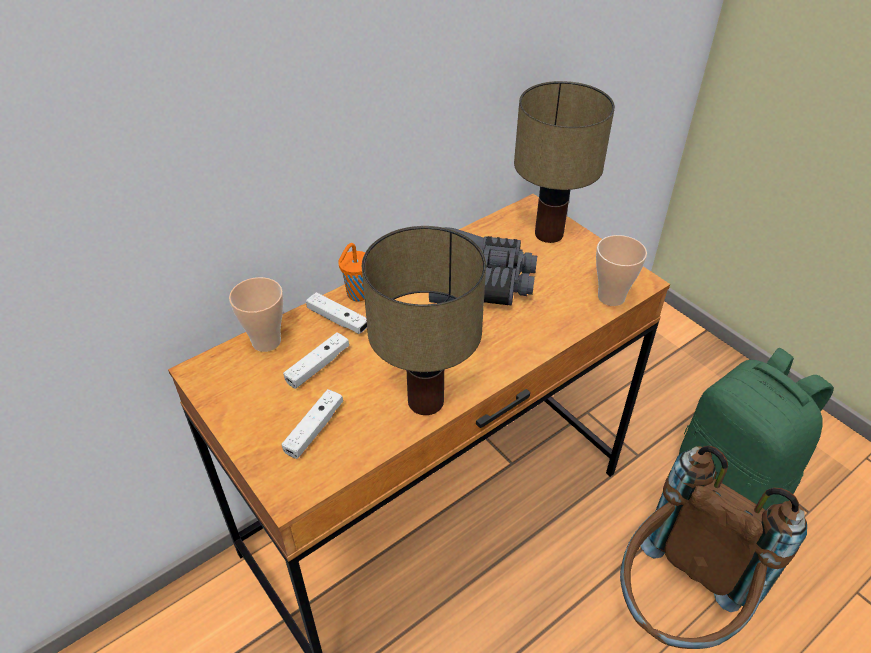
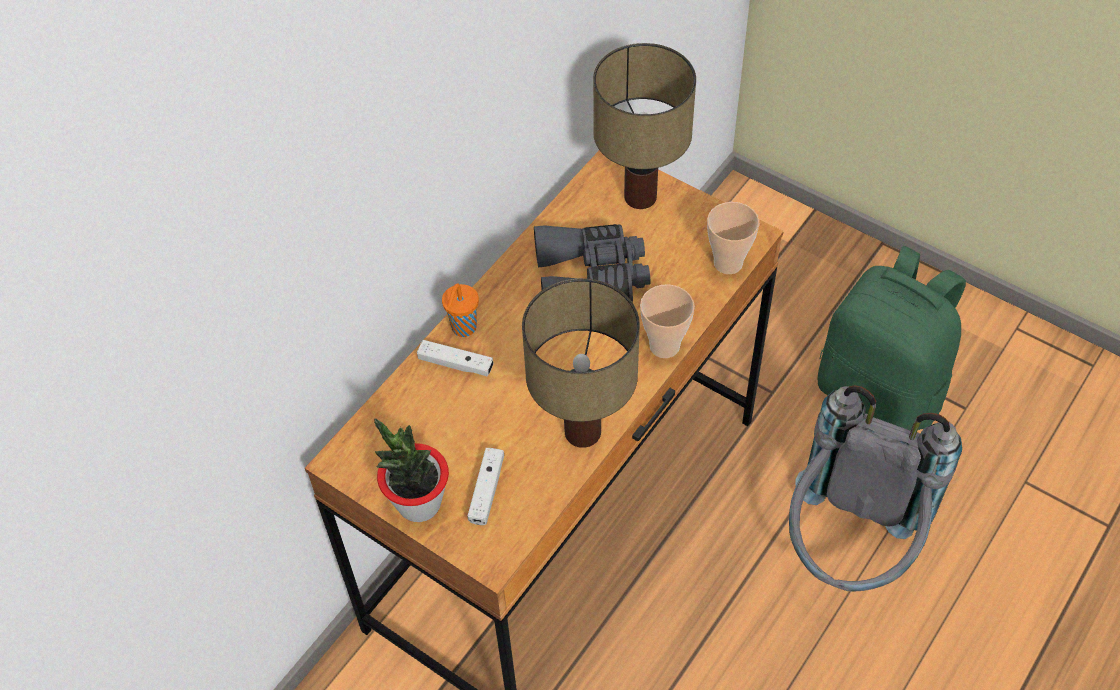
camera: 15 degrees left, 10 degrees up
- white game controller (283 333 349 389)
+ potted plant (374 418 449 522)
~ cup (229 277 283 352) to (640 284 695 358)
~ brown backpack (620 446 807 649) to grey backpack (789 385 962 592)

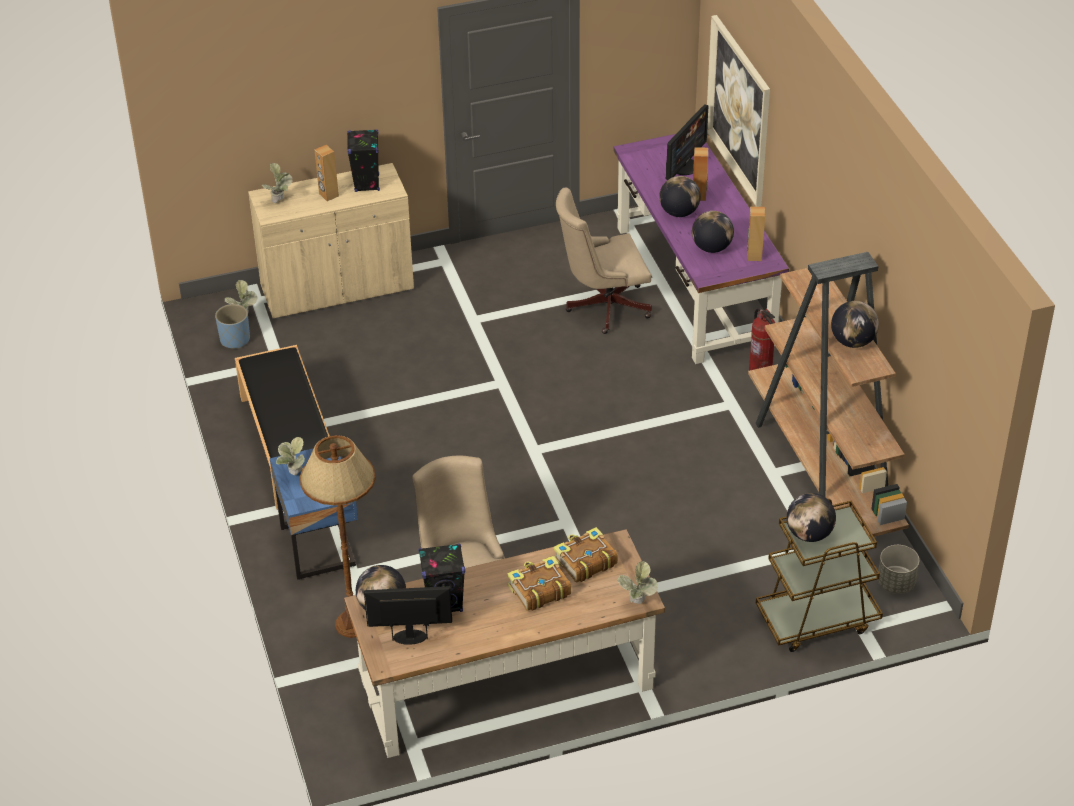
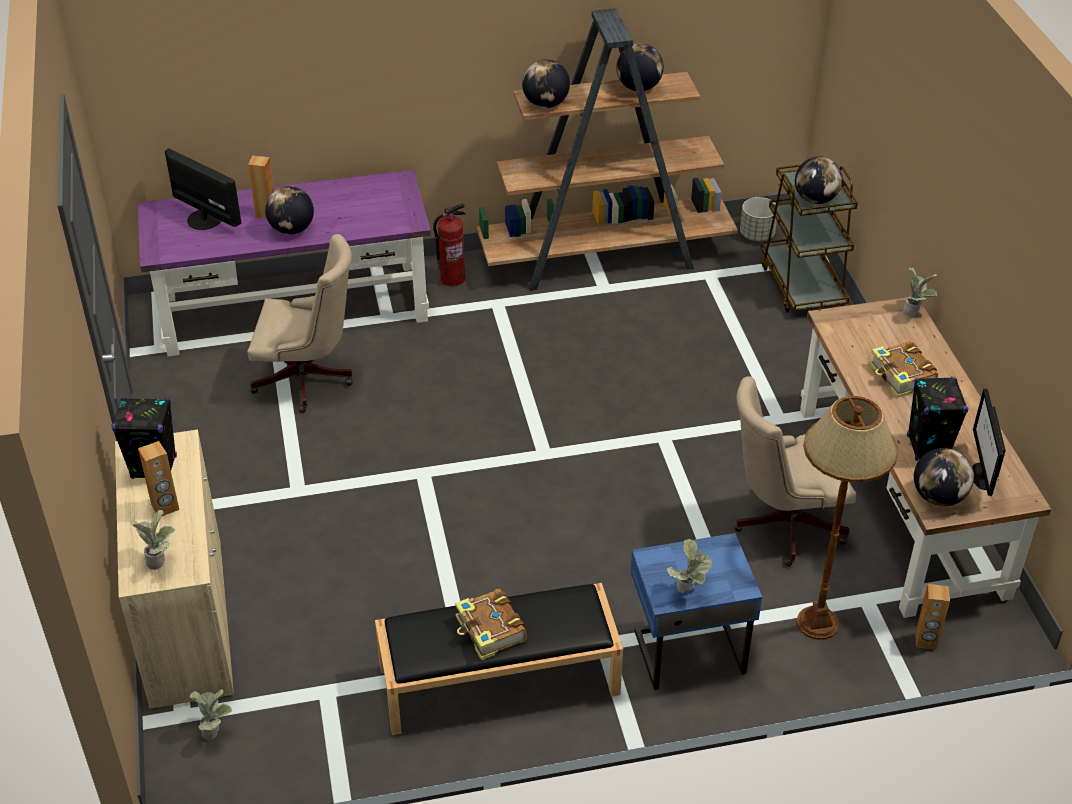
camera: 85 degrees left, 0 degrees up
- blue planter (215 304 250 349)
- picture (707 15 770 207)
~ book (553 527 618 583) to (455 589 526 660)
~ globe (692 211 734 253) to (522 59 570 108)
~ brown speaker (747 207 765 261) to (915 584 950 650)
~ beige office chair (556 188 652 334) = (247 234 353 413) 75 degrees counterclockwise

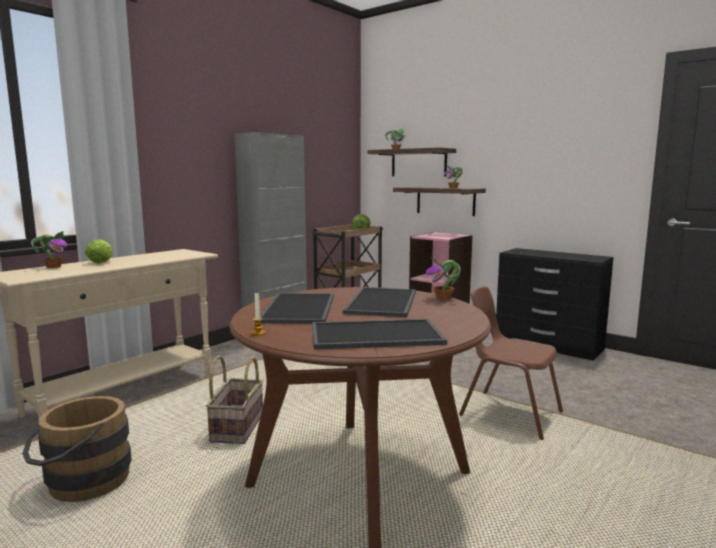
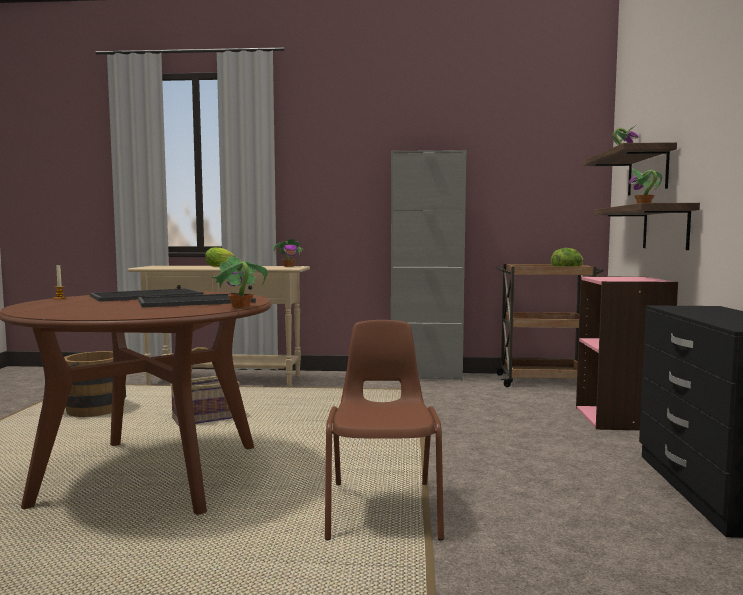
camera: 55 degrees right, 5 degrees down
- tray (312 319 447 350)
~ potted plant (31 231 68 268) to (273 239 304 267)

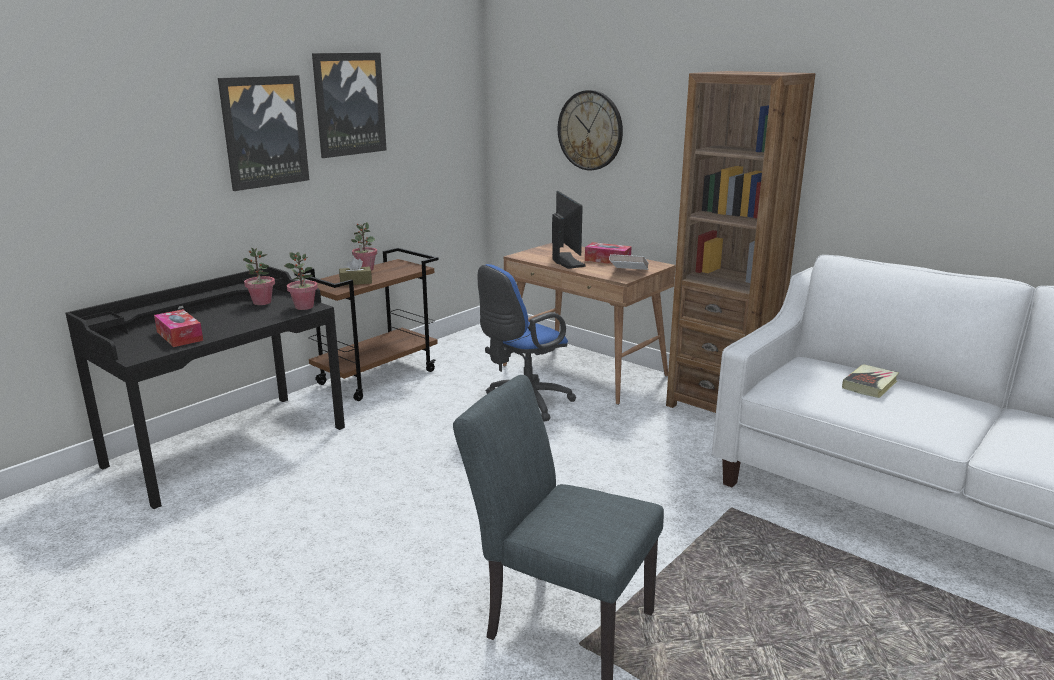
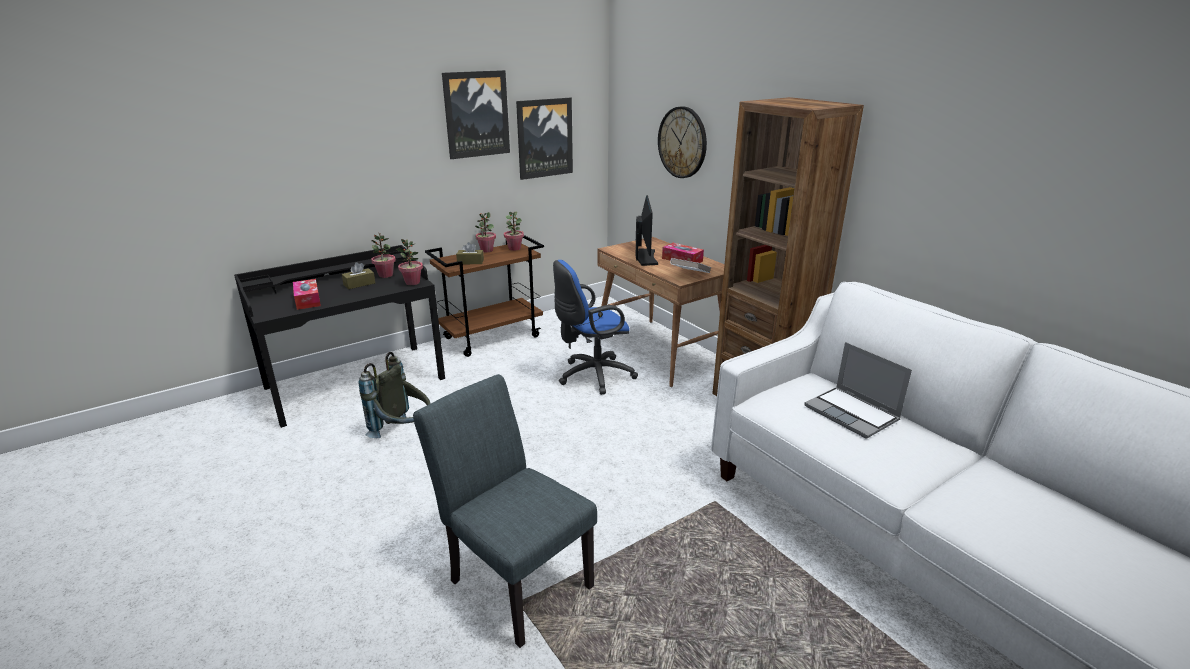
camera: 15 degrees right, 5 degrees up
+ brown tissue box (342 262 375 289)
+ grey backpack (358 352 431 438)
+ potted plant (504 211 524 251)
~ picture (218 75 309 191) to (516 98 573 180)
~ book (842 364 899 398) to laptop (804 342 912 438)

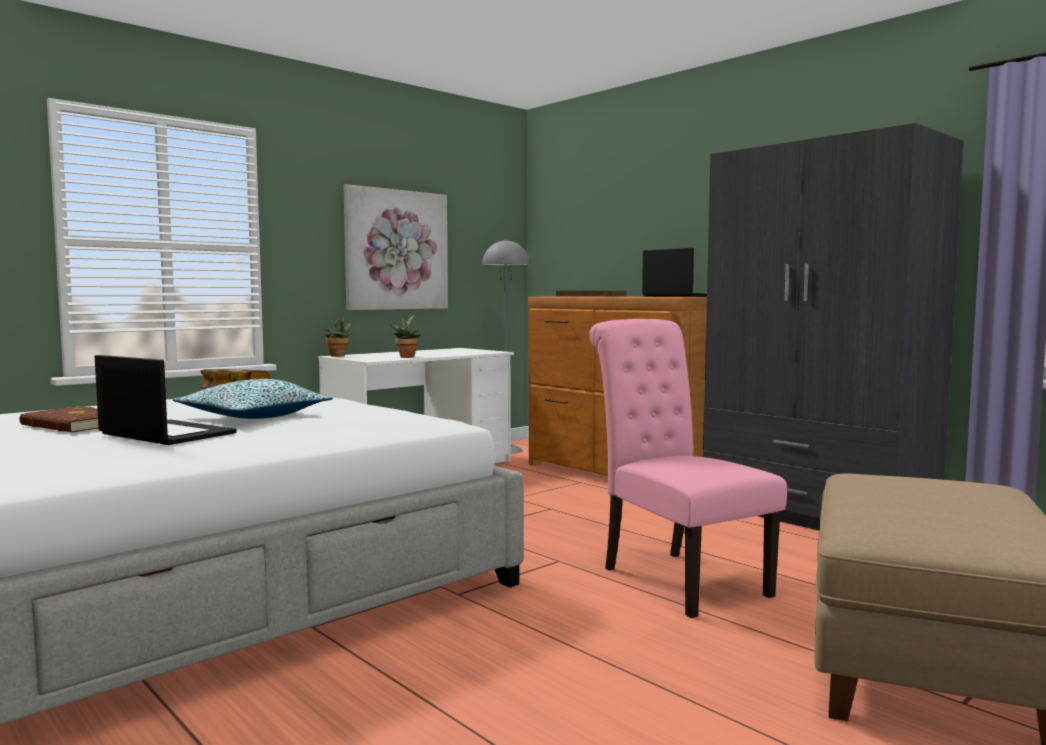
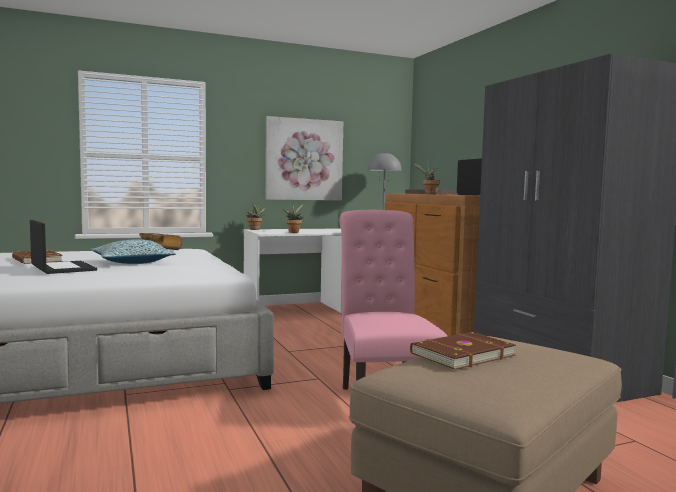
camera: 20 degrees right, 0 degrees up
+ brown book (410 332 516 370)
+ potted plant (413 162 440 194)

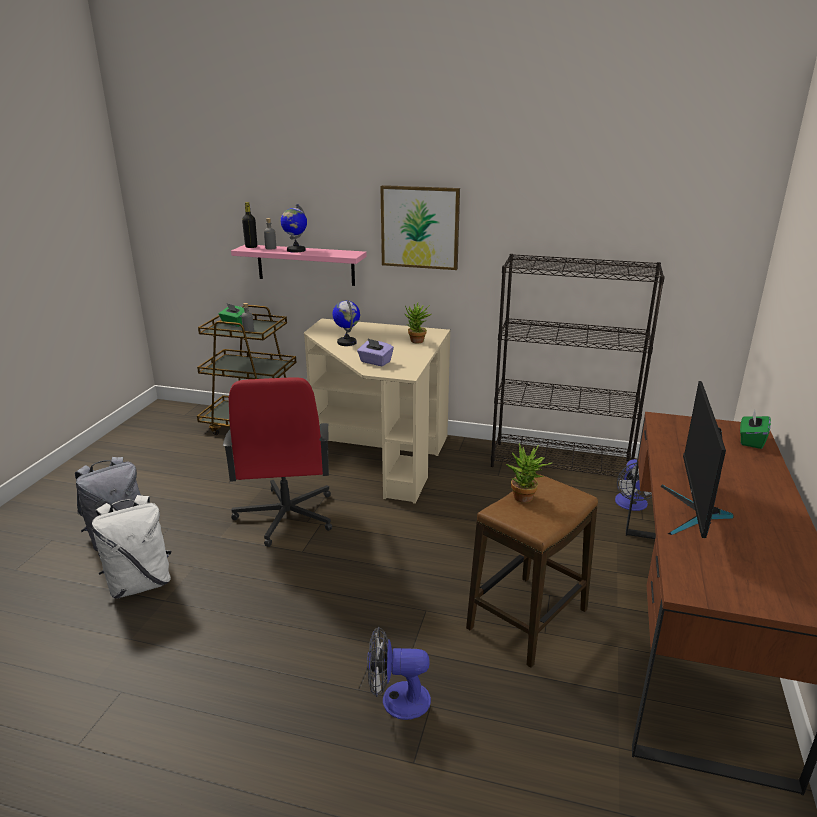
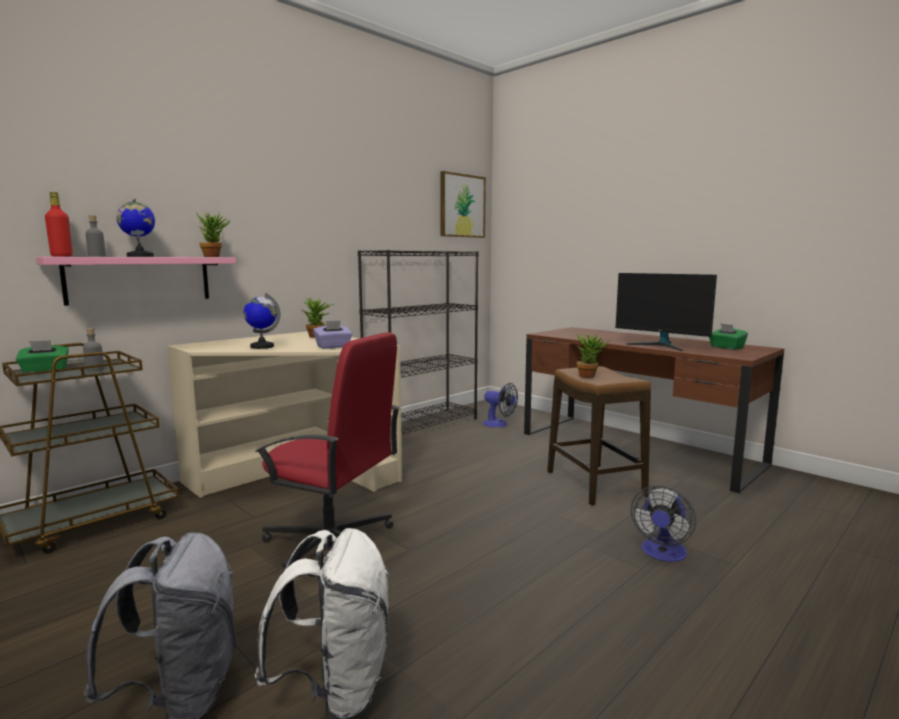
camera: 60 degrees left, 15 degrees down
+ potted plant (196 212 231 257)
~ picture (380 185 460 270) to (440 171 486 238)
~ green tissue box (740 410 771 449) to (709 323 748 350)
~ black bottle (242 202 257 248) to red bottle (45 192 72 257)

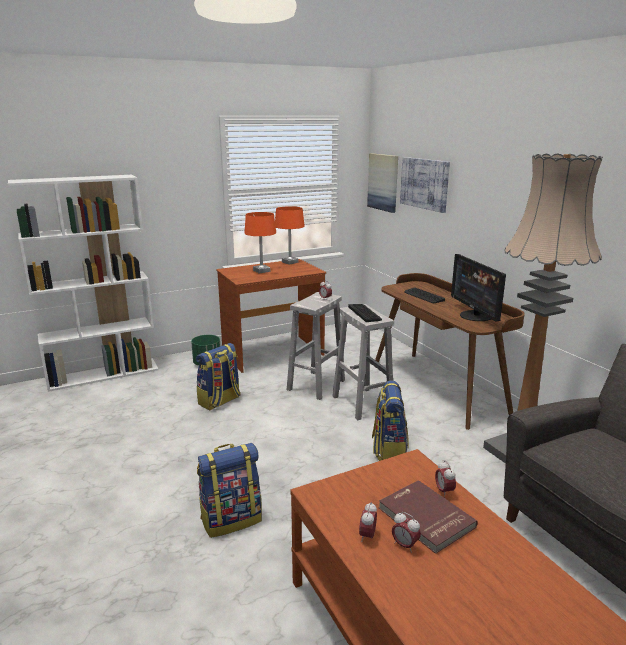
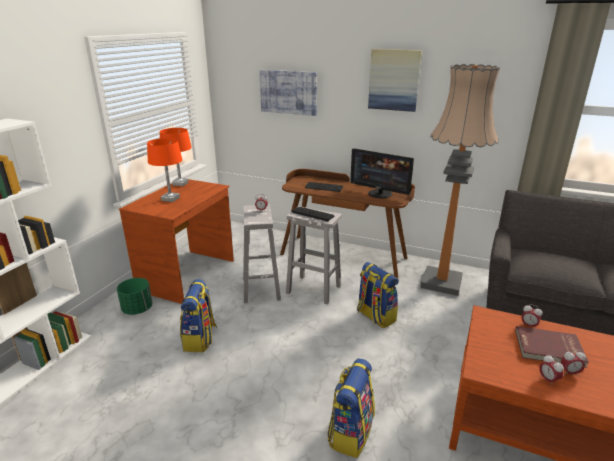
camera: 40 degrees left, 5 degrees up
~ picture (367 153 398 213) to (368 49 422 112)

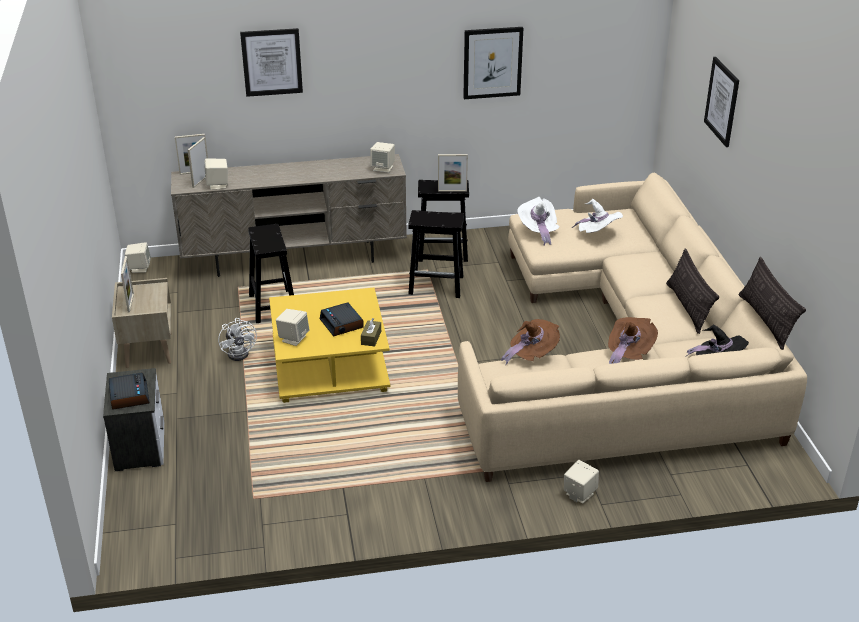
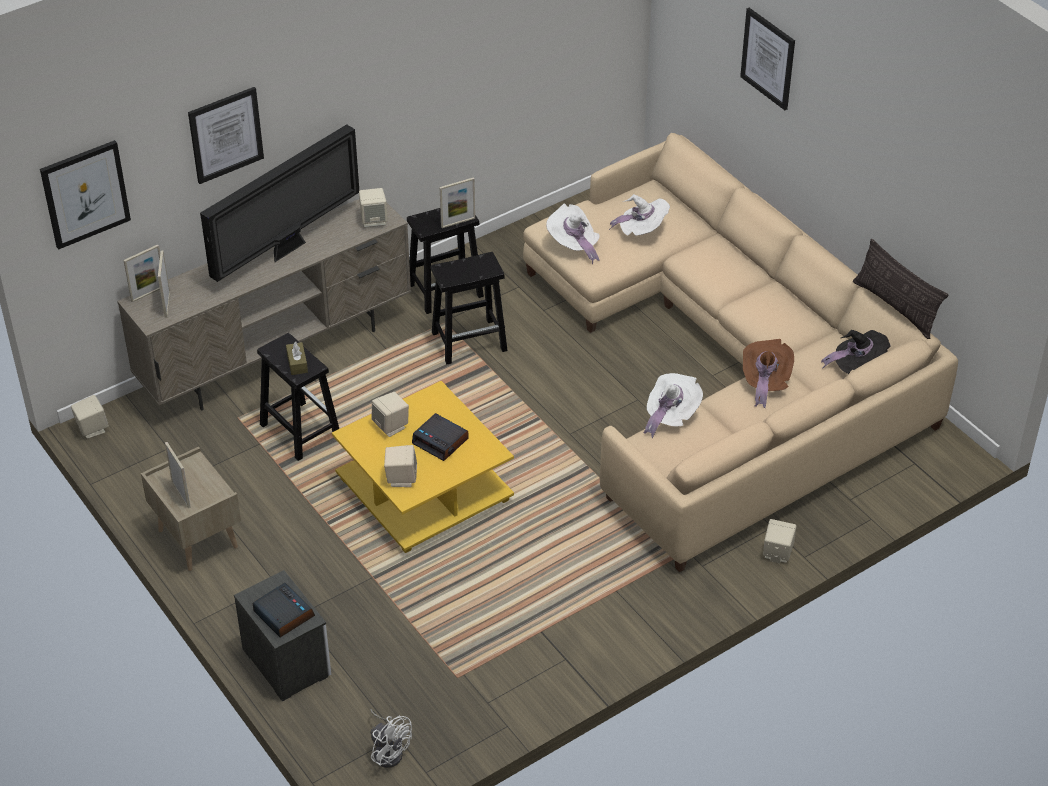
camera: 25 degrees left, 10 degrees up
- pillow (666 248 719 334)
+ television (200 124 359 282)
~ beige speaker (205 159 228 190) to (371 392 409 437)
~ white fan (218 318 257 361) to (370 709 412 768)
~ brown tissue box (361 318 381 347) to (286 342 308 375)
~ picture (463 27 523 99) to (40 140 131 249)
~ brown hat (501 319 560 365) to white hat (643 373 703 438)

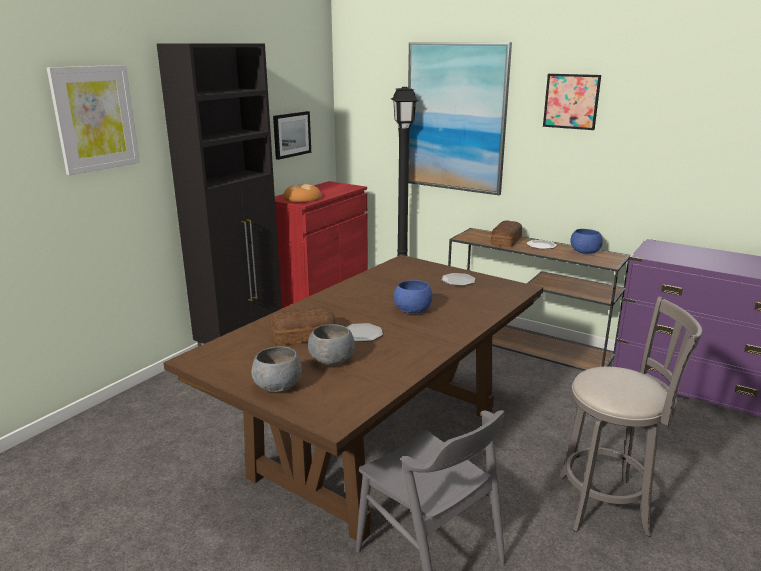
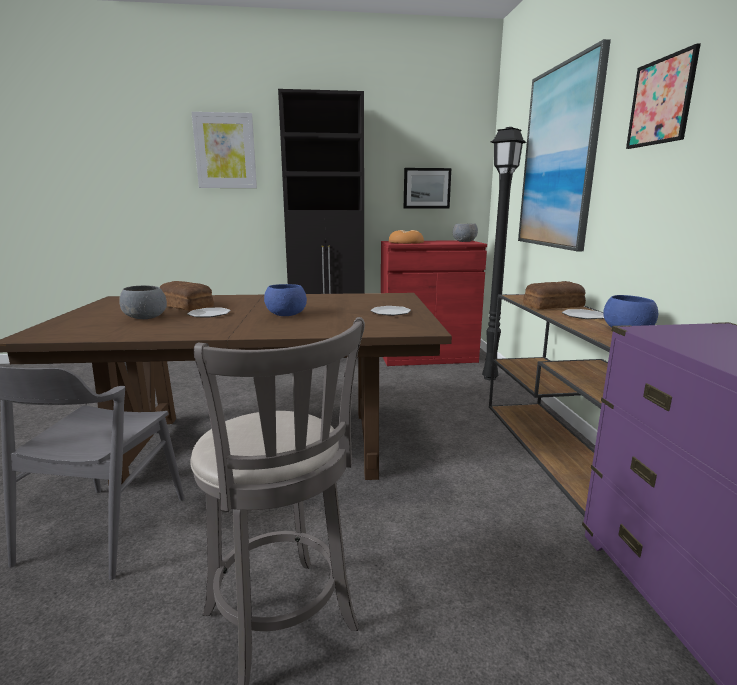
camera: 50 degrees right, 5 degrees down
~ grey bowl (251 346 302 392) to (453 224 478 242)

